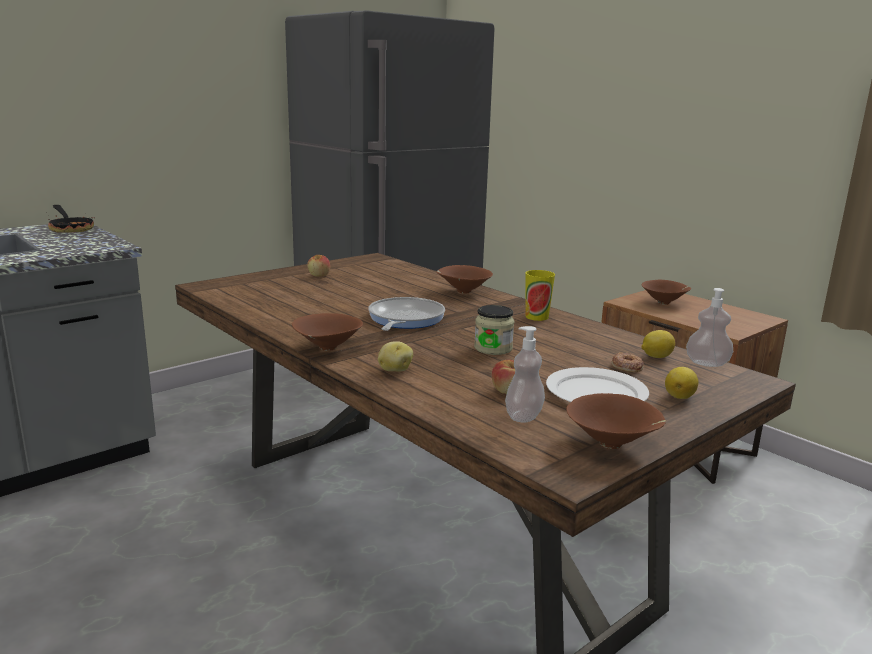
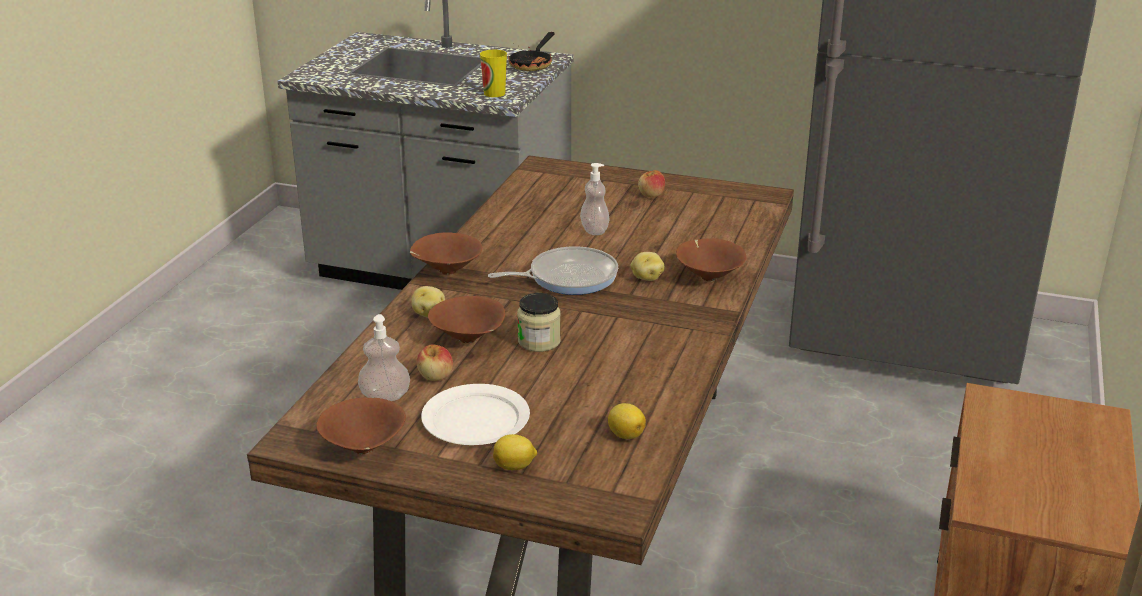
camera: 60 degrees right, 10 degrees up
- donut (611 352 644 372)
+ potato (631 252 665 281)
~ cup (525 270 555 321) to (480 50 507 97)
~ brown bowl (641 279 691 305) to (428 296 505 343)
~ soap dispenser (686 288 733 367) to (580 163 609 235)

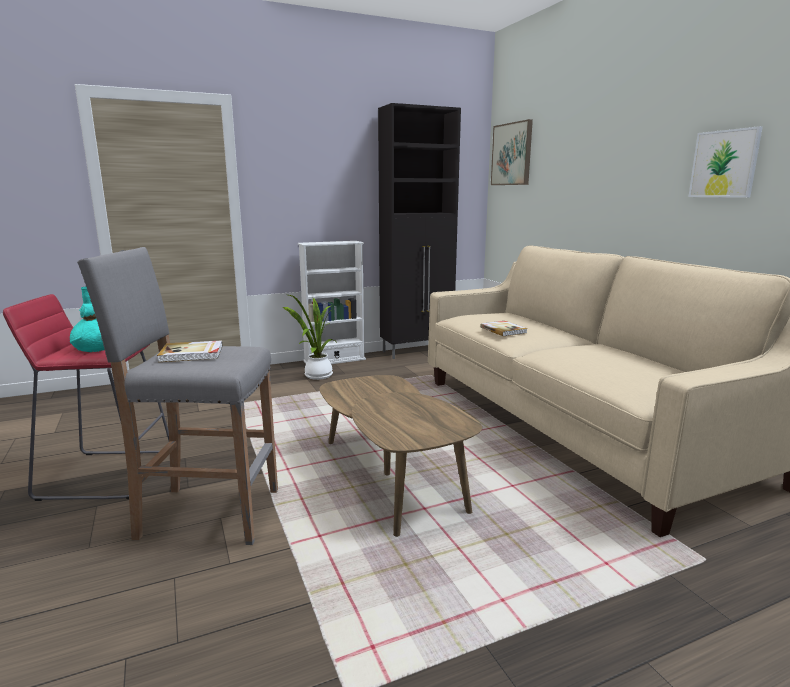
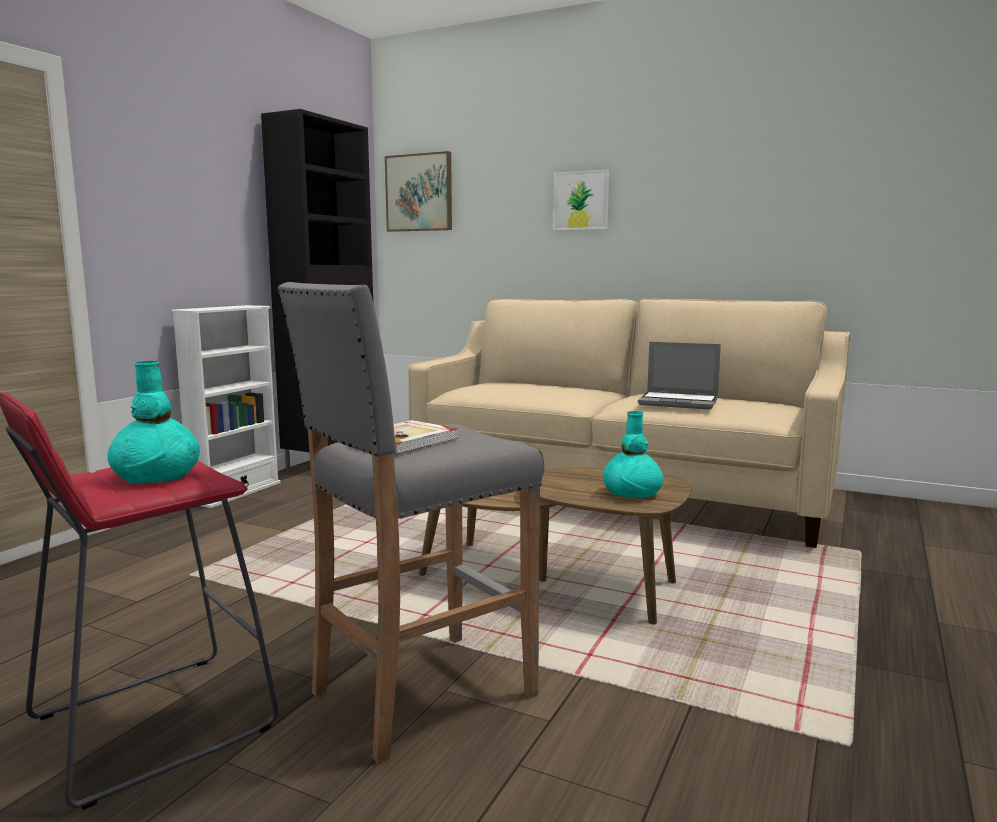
camera: 40 degrees left, 5 degrees down
- potted plant (283 295 337 380)
- book (480 321 528 336)
+ turquoise vase (603 411 663 498)
+ laptop (638 342 721 410)
~ picture (688 126 763 198) to (553 170 609 231)

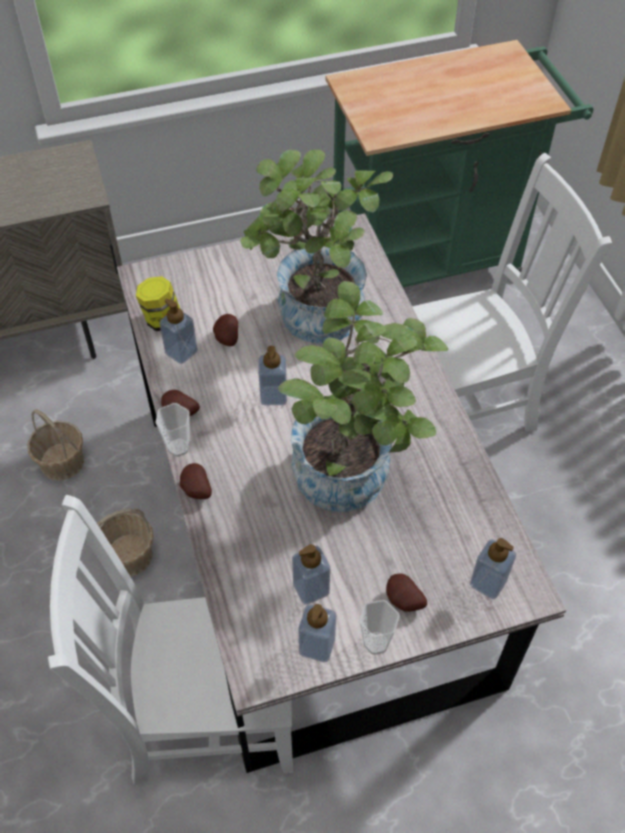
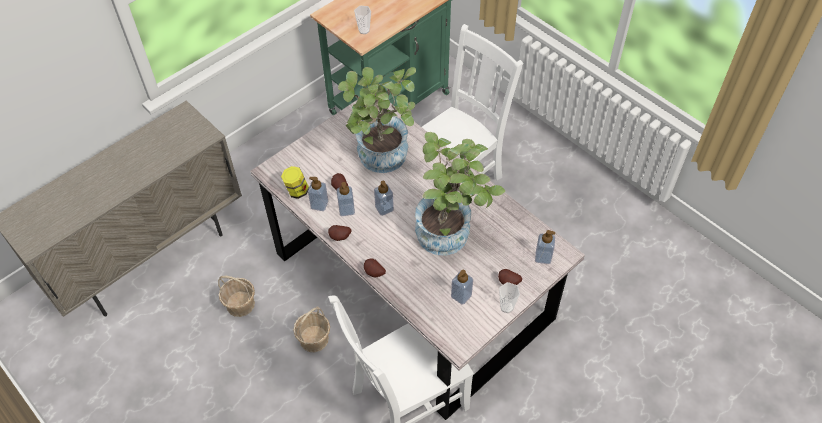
camera: 25 degrees left, 0 degrees up
~ cup (155 403 190 457) to (354 6 371 34)
~ soap dispenser (298 604 336 662) to (336 182 355 216)

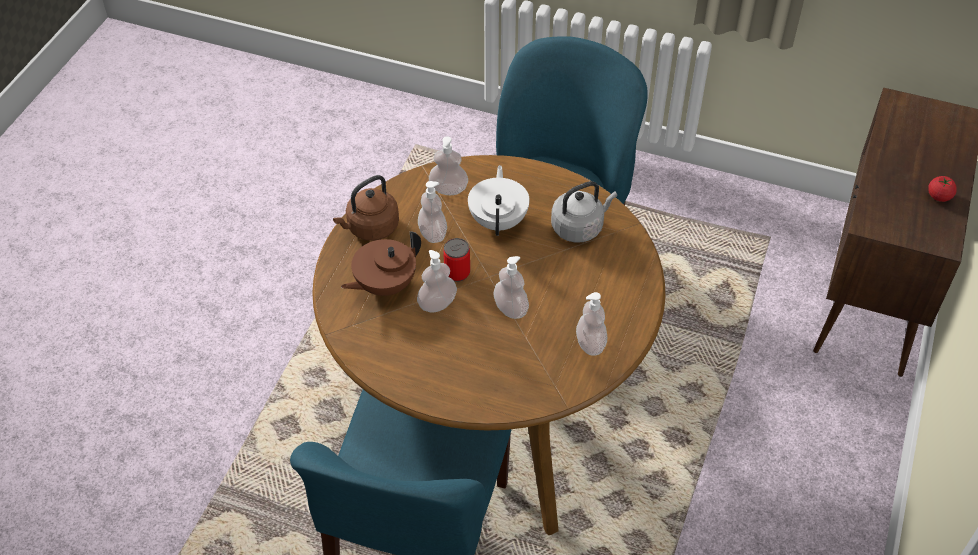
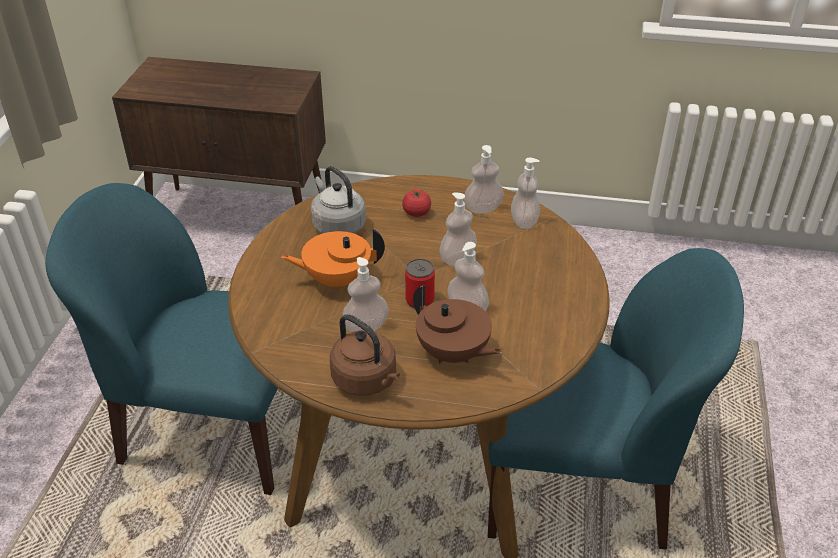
camera: 100 degrees left, 10 degrees down
~ soap dispenser (429 136 468 195) to (511 157 540 229)
~ tomato (928 176 957 202) to (402 190 431 217)
~ white teapot (468 165 530 236) to orange teapot (281 228 385 290)

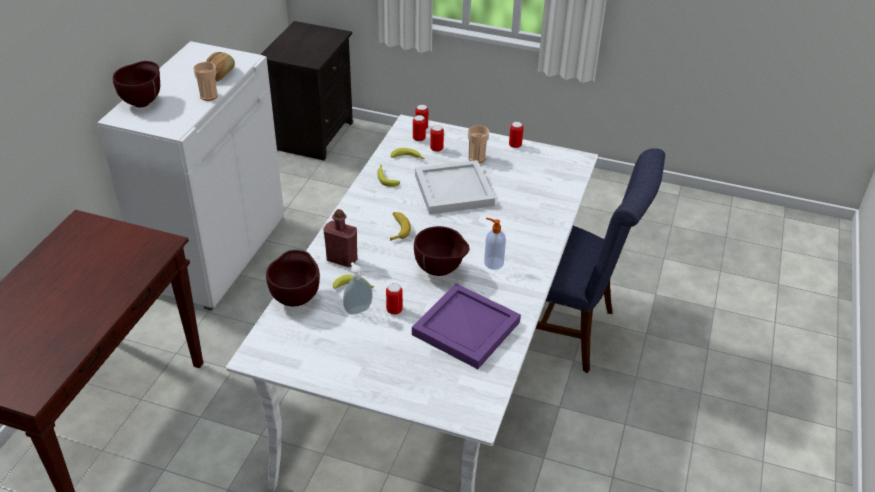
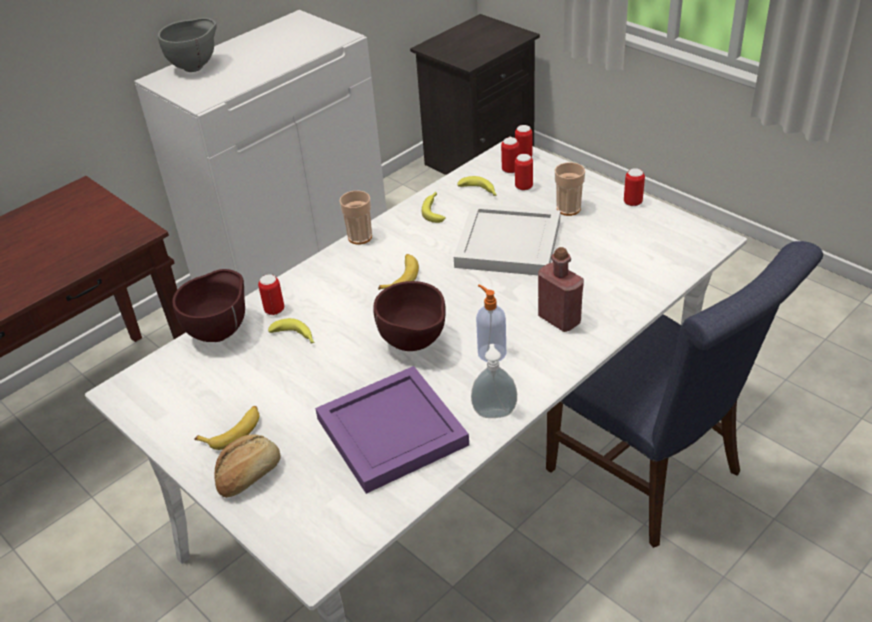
camera: 30 degrees right, 0 degrees up
+ banana (195 406 259 450)
~ cup (193 62 218 101) to (339 191 372 244)
~ bread (206 52 235 82) to (214 434 281 497)
~ red bottle (323 209 357 267) to (538 247 584 332)
~ soap dispenser (343 262 373 314) to (471 344 517 418)
~ can (386 283 403 315) to (258 274 284 315)
~ brown bowl (113 61 160 107) to grey bowl (158 18 217 72)

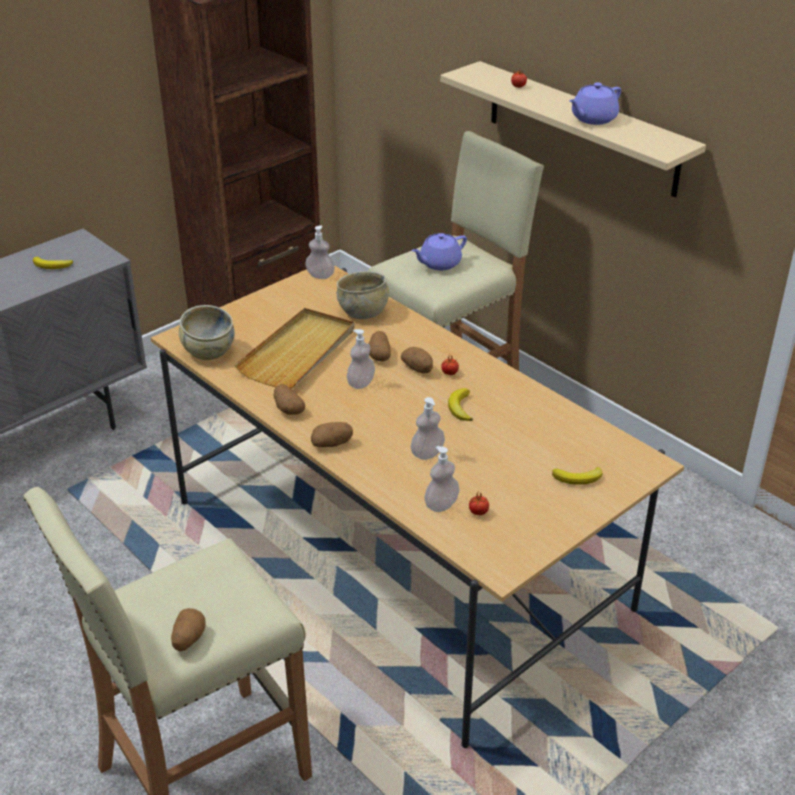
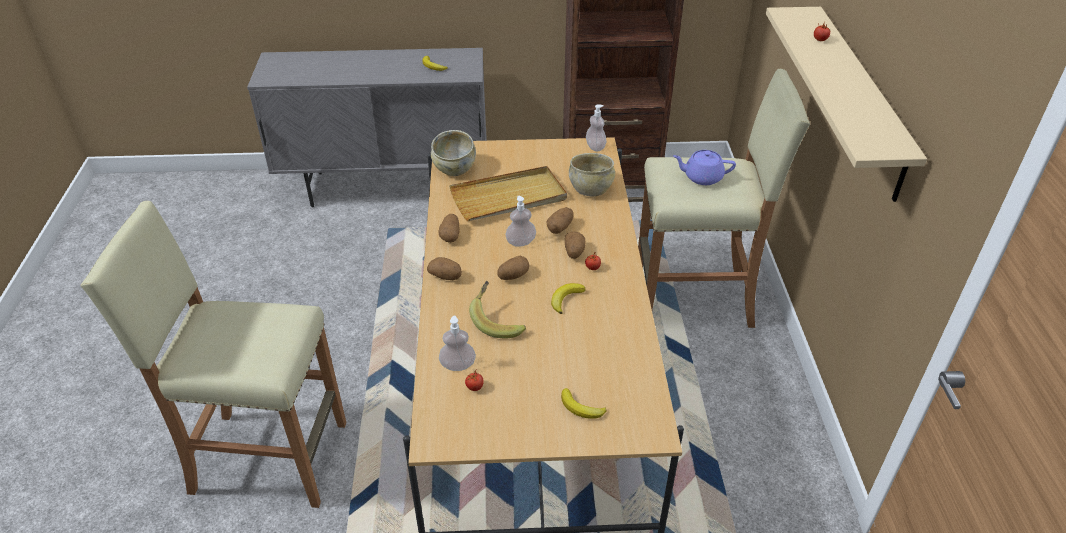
camera: 40 degrees right, 5 degrees up
- purple teapot (569 82 621 125)
~ potato (171 608 206 651) to (498 256 529 280)
~ soap dispenser (411 397 445 460) to banana (469 281 526 338)

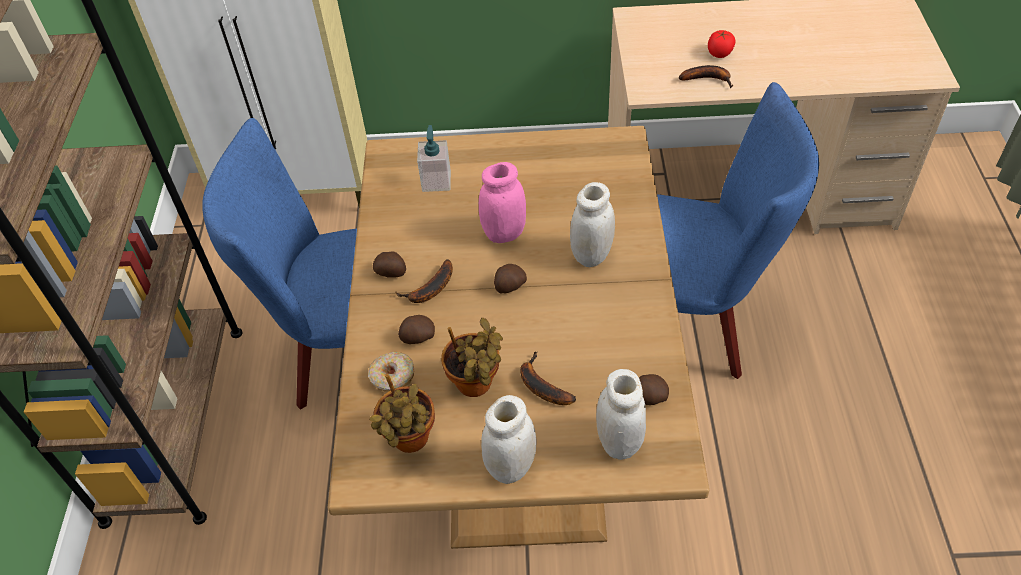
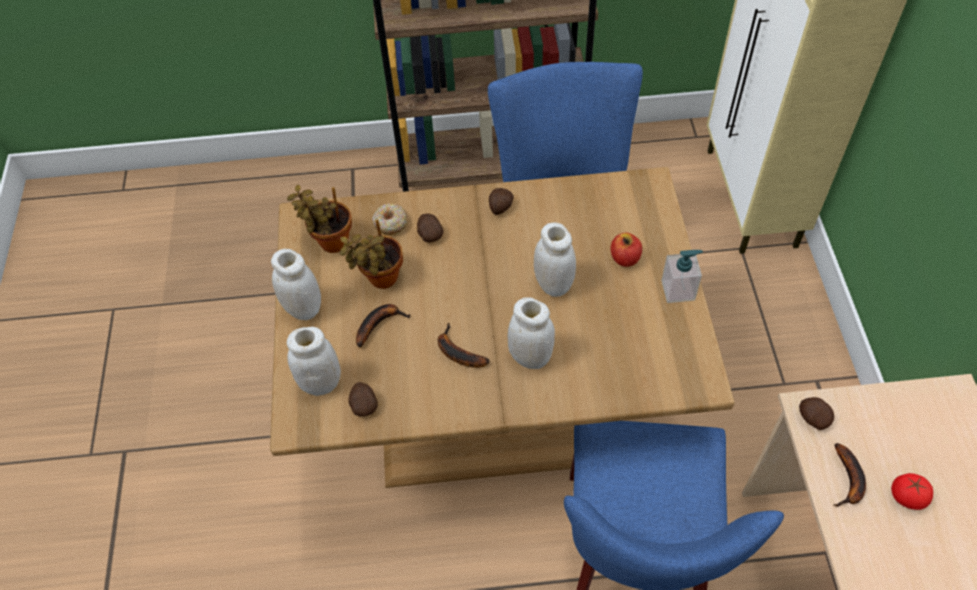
camera: 85 degrees right, 5 degrees up
+ apple (610 233 642 267)
~ banana (395 259 453 303) to (438 323 489 368)
~ soap dispenser (417 125 451 192) to (661 250 703 303)
~ potato (494 264 527 294) to (799 397 834 430)
~ pink jar (479 162 526 243) to white jar (534 222 576 297)

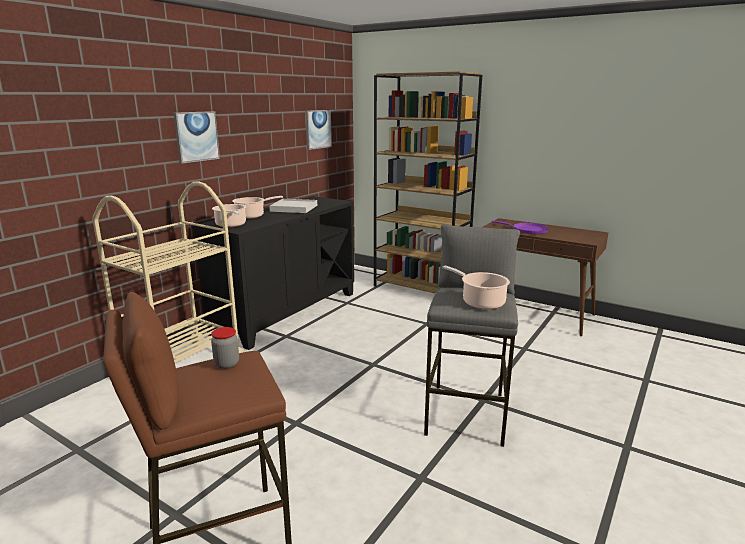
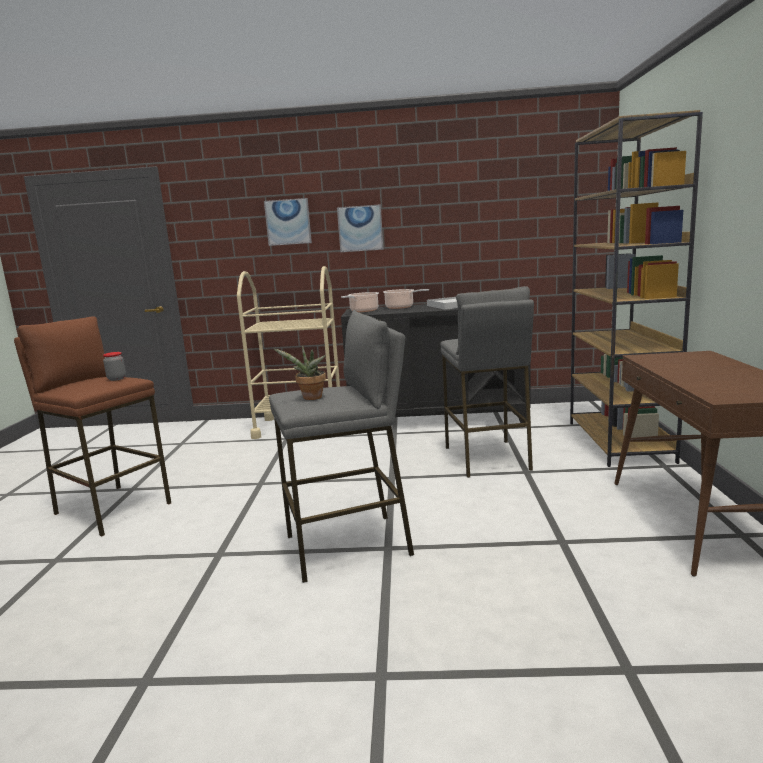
camera: 60 degrees right, 5 degrees down
- purple frying pan (492 220 549 234)
+ grey stool (440 286 534 478)
~ picture (305 110 332 150) to (264 198 312 246)
~ cooking pot (443 266 510 309) to potted plant (273 345 326 400)

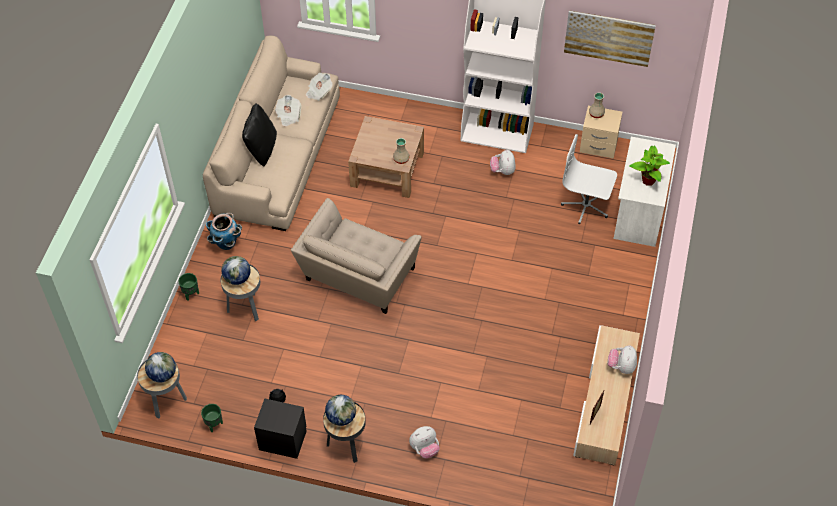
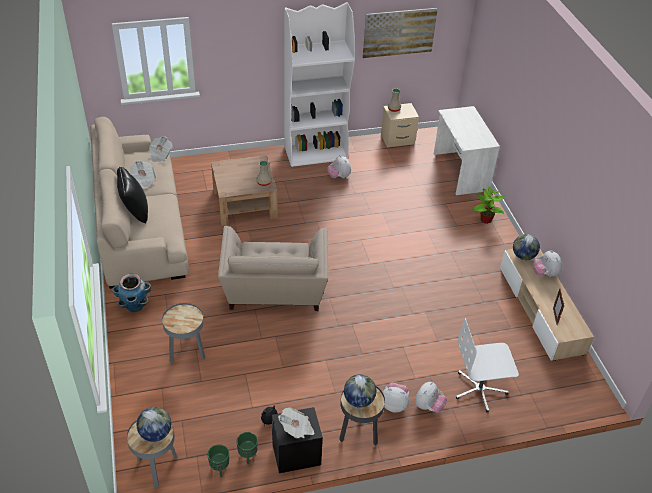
camera: 30 degrees left, 10 degrees down
+ newspaper (278 407 314 438)
+ plush toy (383 382 409 413)
~ green planter (178 273 199 300) to (236 432 258 465)
~ globe (222 256 251 285) to (513 234 540 260)
~ white office chair (561 134 617 224) to (456 318 519 412)
~ potted plant (629 145 670 186) to (473 186 505 224)

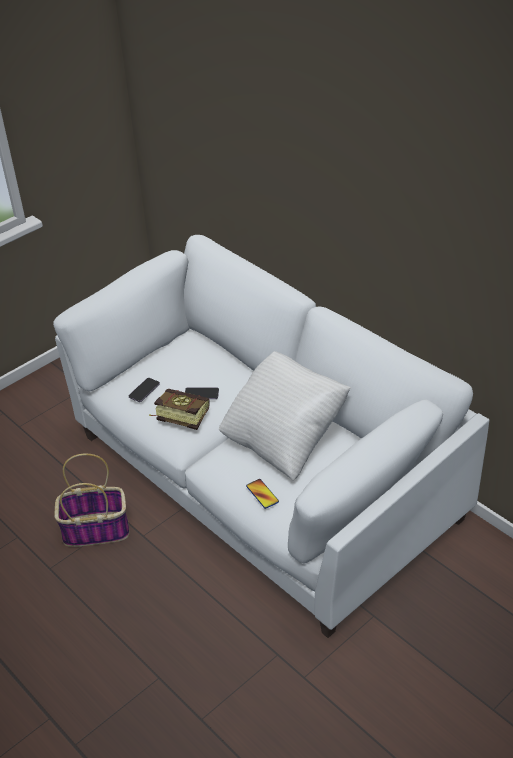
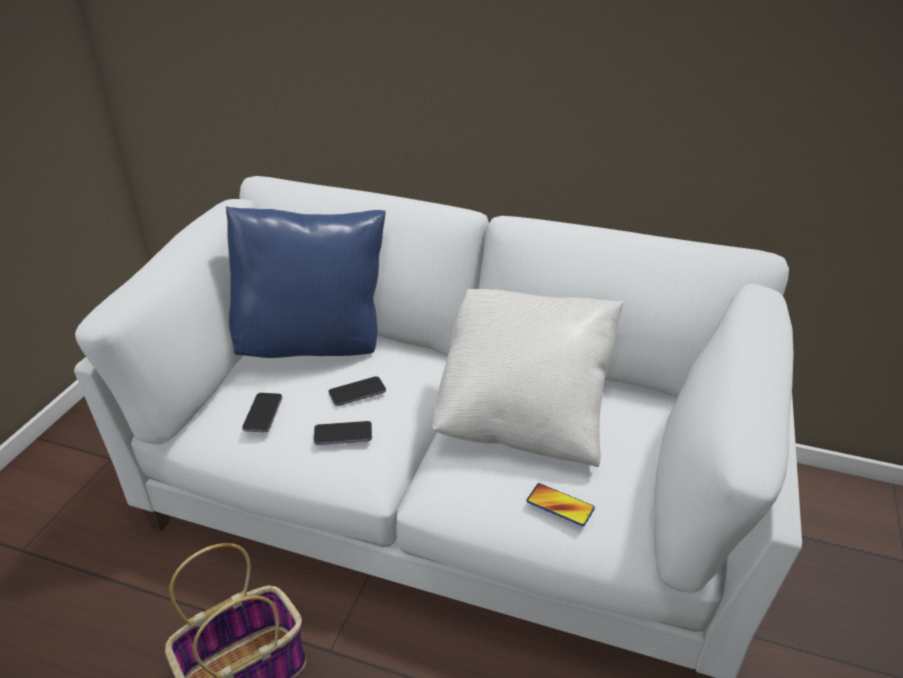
camera: 30 degrees left, 5 degrees down
+ blue pillow (226 206 386 358)
~ book (149 389 210 430) to phone (314 421 372 445)

